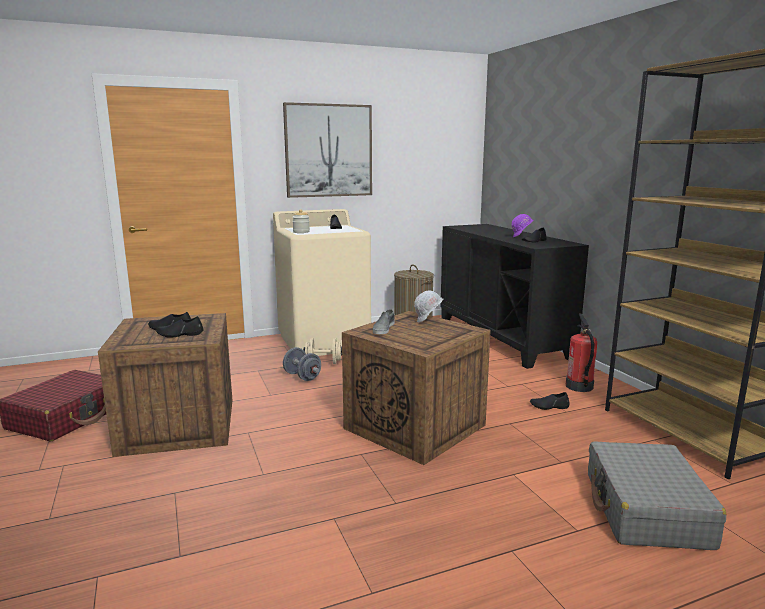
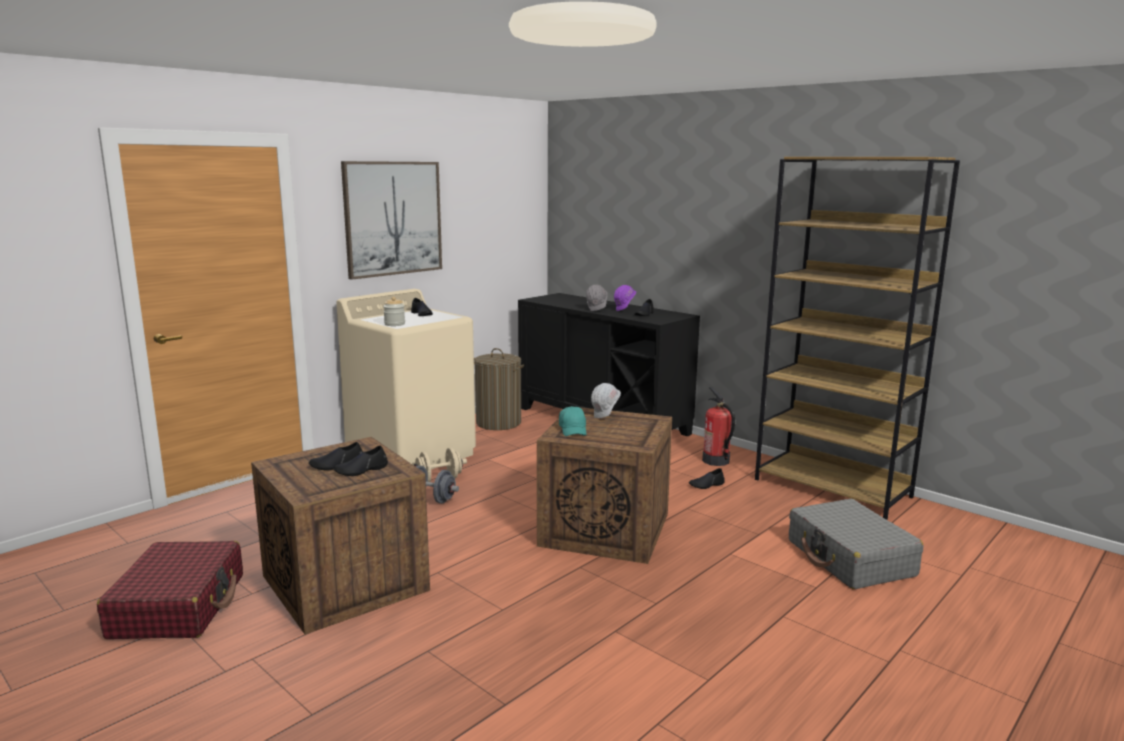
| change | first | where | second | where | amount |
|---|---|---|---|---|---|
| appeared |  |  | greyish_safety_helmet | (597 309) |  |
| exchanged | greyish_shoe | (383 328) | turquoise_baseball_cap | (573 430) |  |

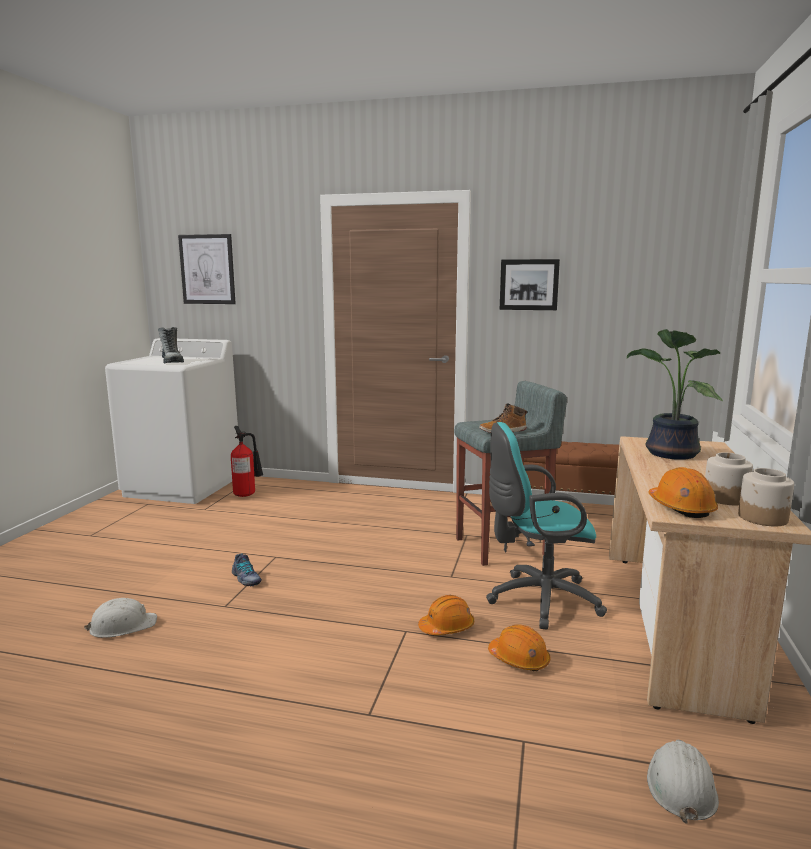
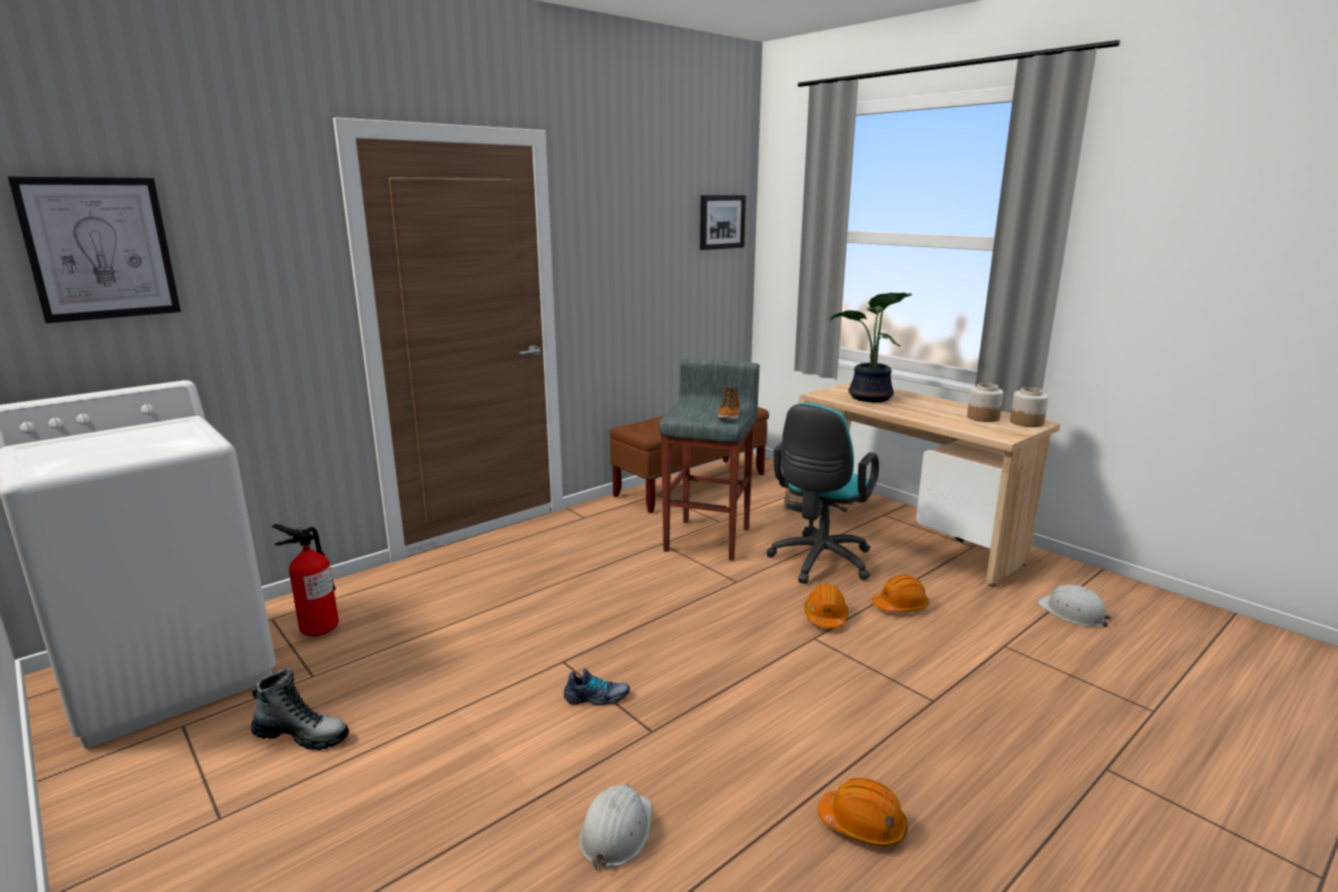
| change | first | where | second | where | amount |
|---|---|---|---|---|---|
| relocated | high-top_boot | (172 361) |  | (302 736) |  |
| relocated | wall_picture | (529 284) |  | (721 222) |  |
| relocated | orange-coloured_safety_helmet | (681 507) |  | (862 825) |  |

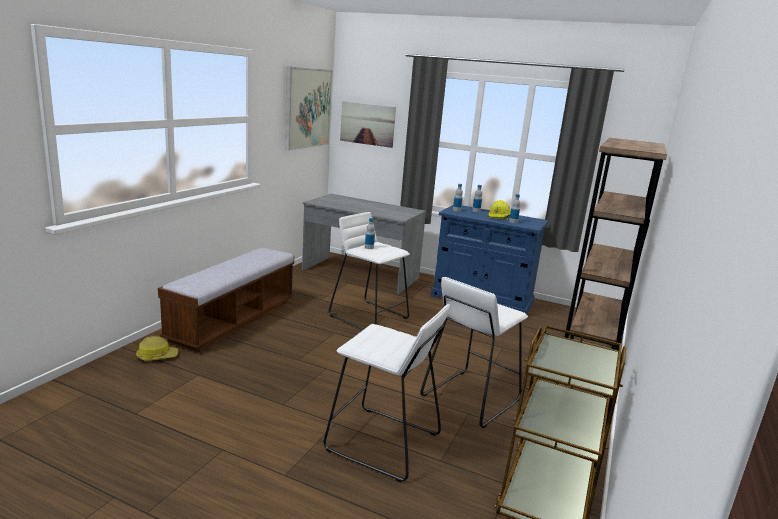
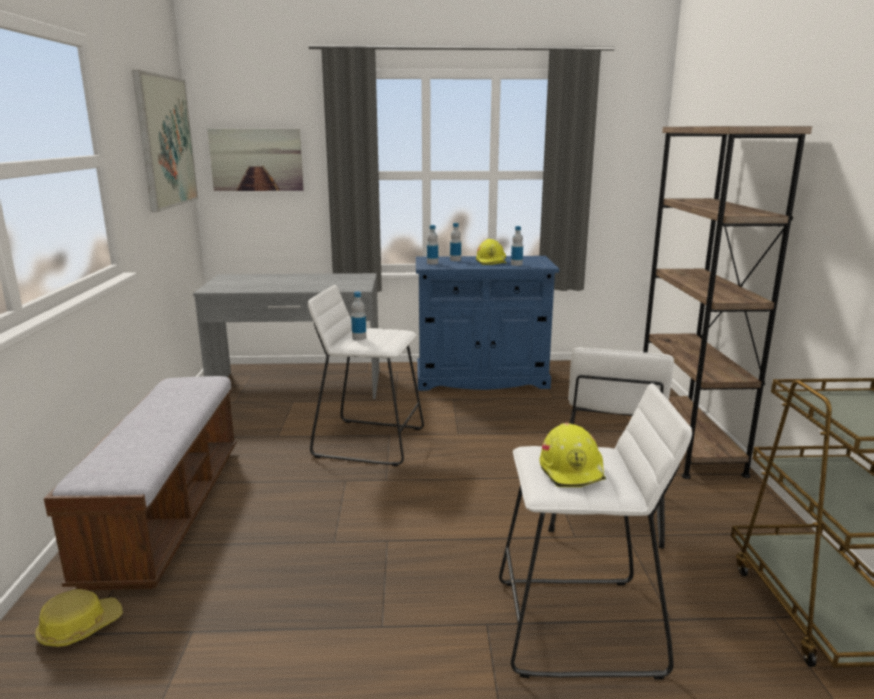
| change | first | where | second | where | amount |
|---|---|---|---|---|---|
| appeared |  |  | yellow_safety_helmet | (573 470) |  |

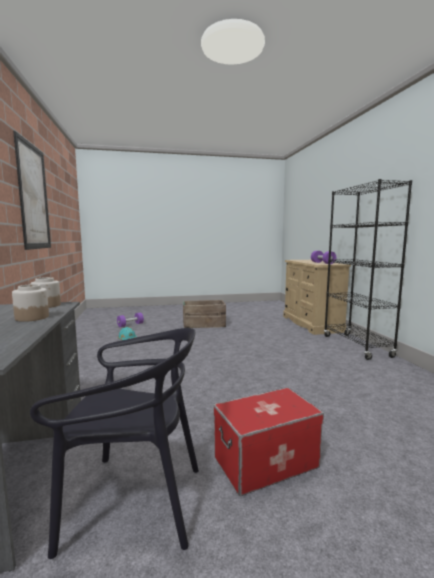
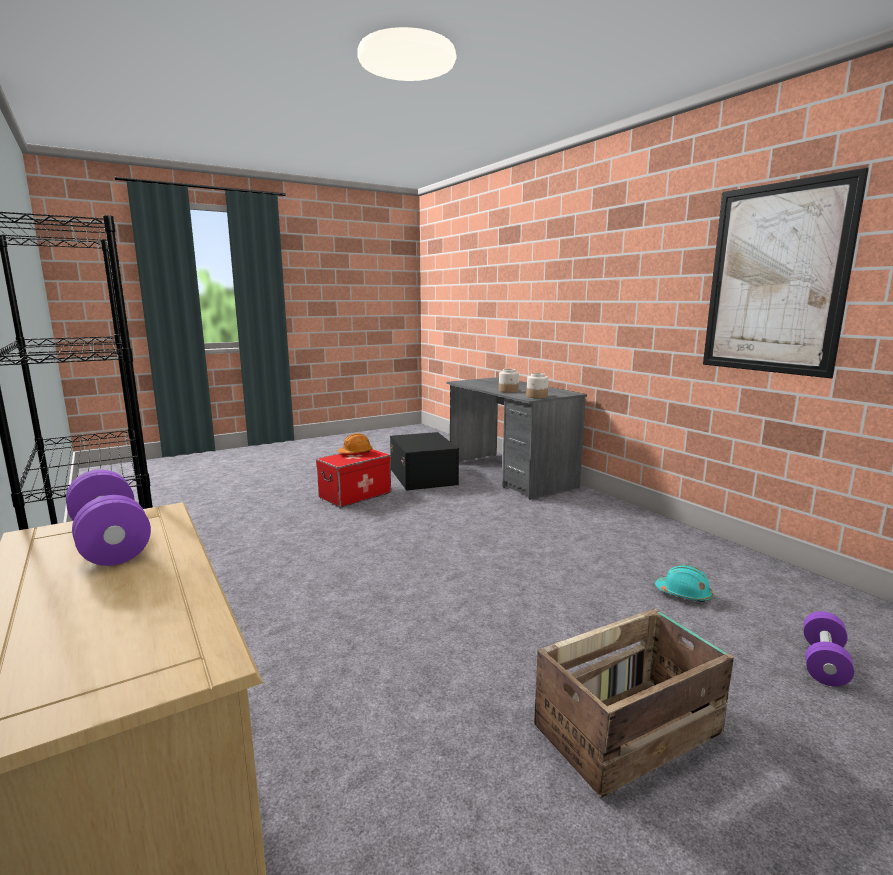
| change | first | where | second | where | amount |
|---|---|---|---|---|---|
| appeared |  |  | orange-coloured_safety_helmet | (355 453) |  |
| exchanged | blackish_plain_chair | (134 502) | blackish_storage_bin | (423 476) |  |

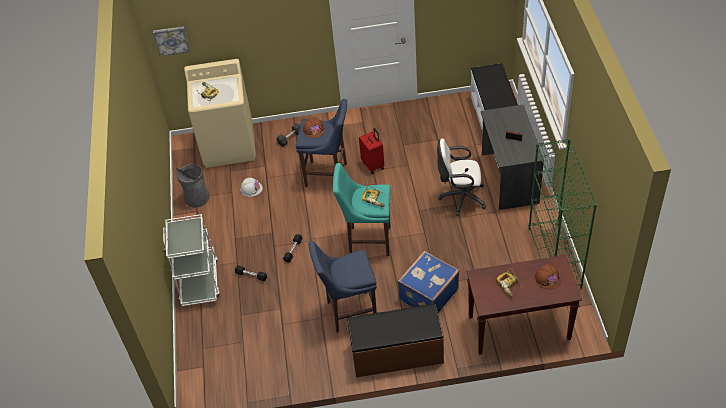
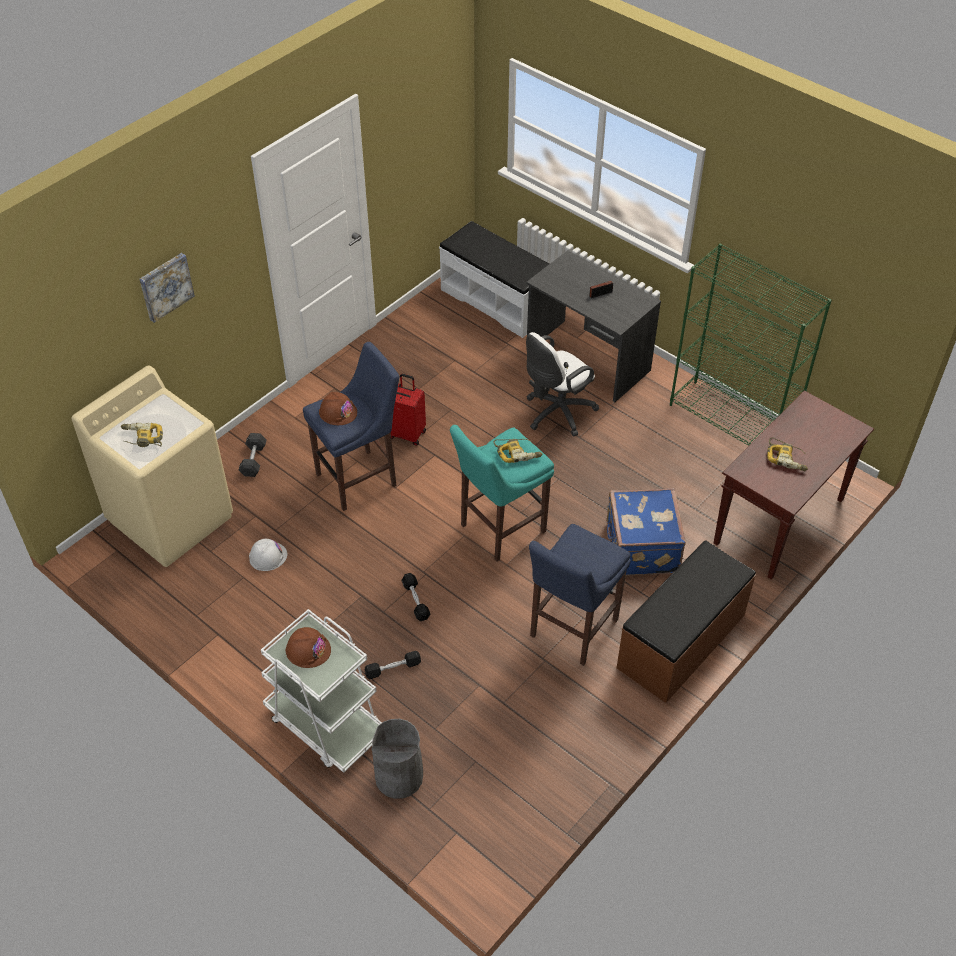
| change | first | where | second | where | amount |
|---|---|---|---|---|---|
| relocated | wall_picture | (171 40) |  | (165 286) |  |
| relocated | greyish_trash_can | (197 198) |  | (399 776) |  |
| relocated | brown_safety_helmet | (547 278) |  | (308 649) |  |

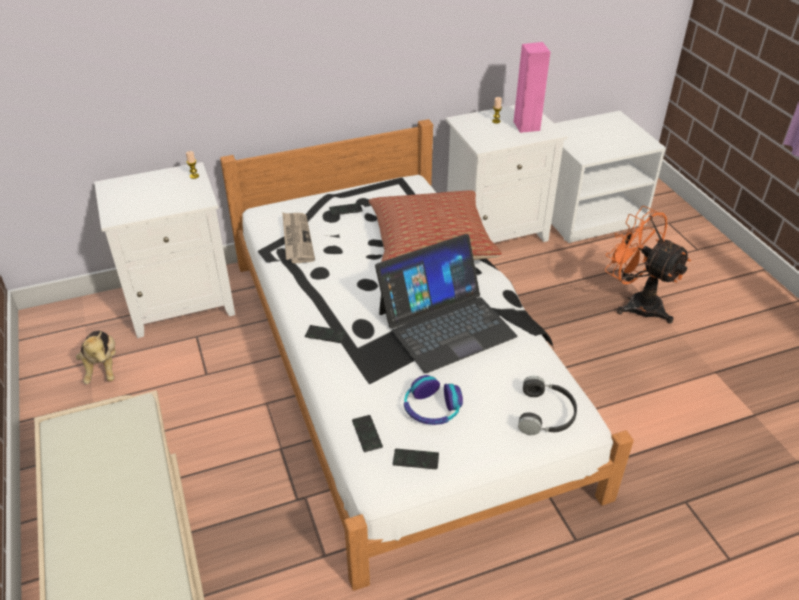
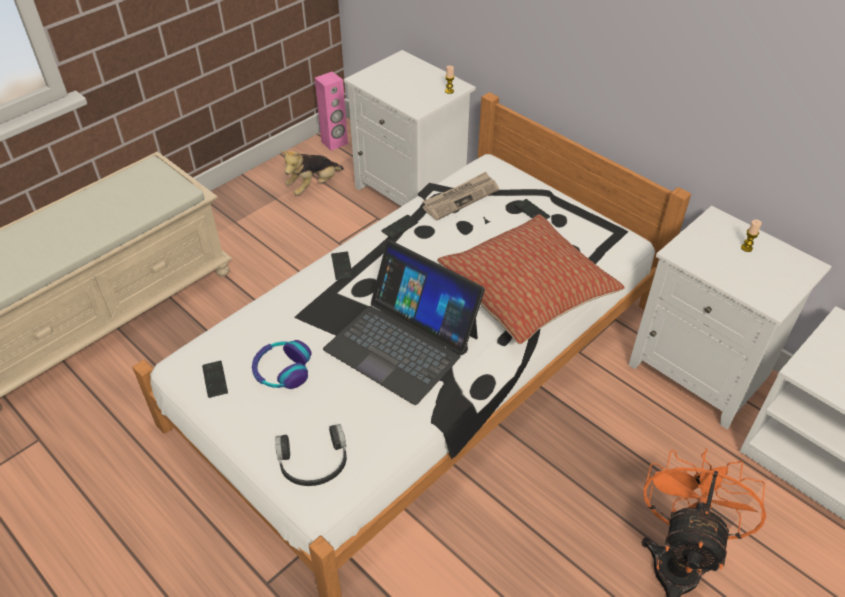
| change | first | where | second | where | amount |
|---|---|---|---|---|---|
| relocated | handset | (367 434) |  | (400 227) |  |
| relocated | pinkish_audio_speaker | (527 126) |  | (334 143) |  |

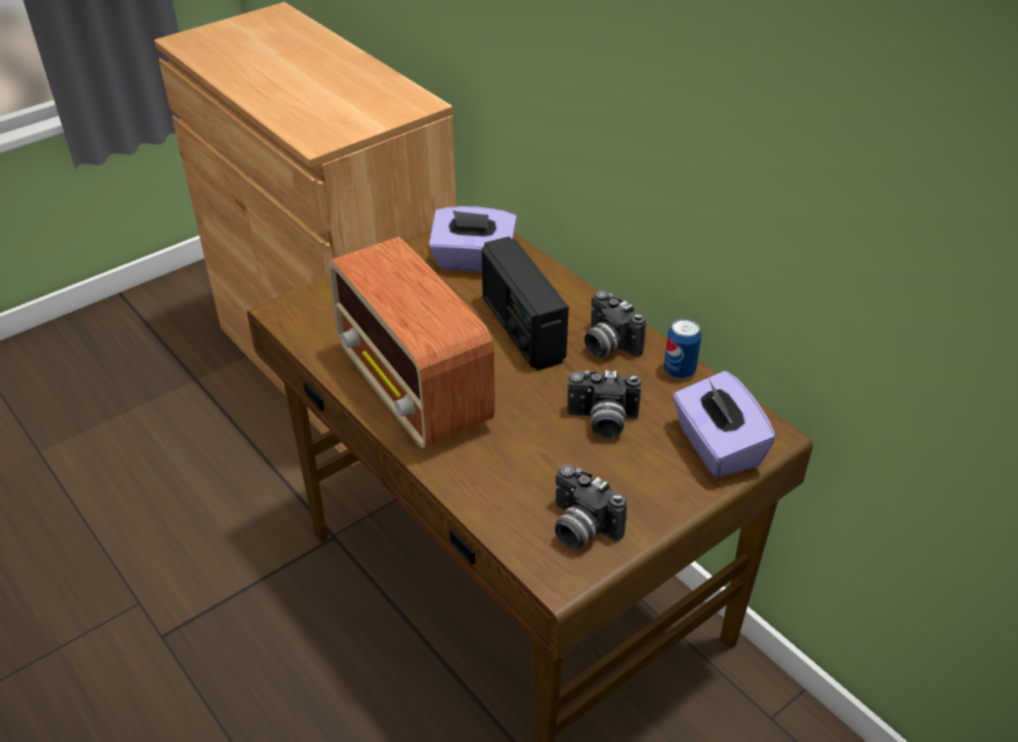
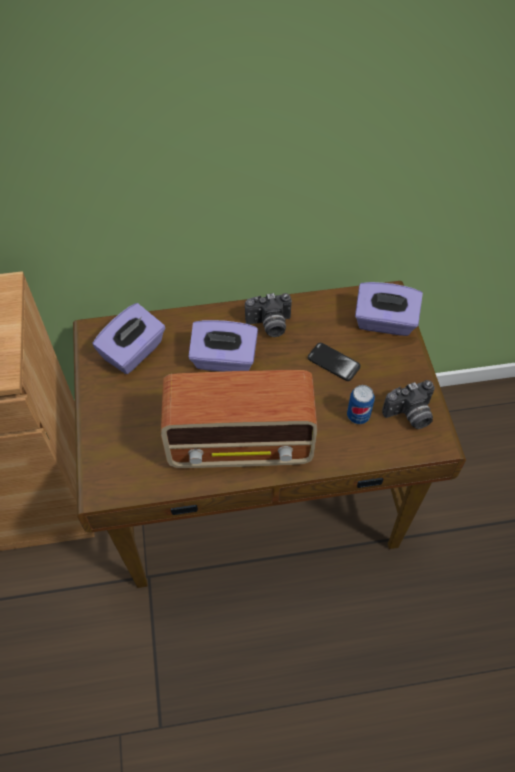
| change | first | where | second | where | amount |
|---|---|---|---|---|---|
| relocated | sealed_can | (679 371) |  | (358 416) |  |
| exchanged | radio_set | (521 329) | purple-coloured_box_of_tissues | (224 360) |  |
| exchanged | still_camera | (602 422) | handset | (333 362) |  |

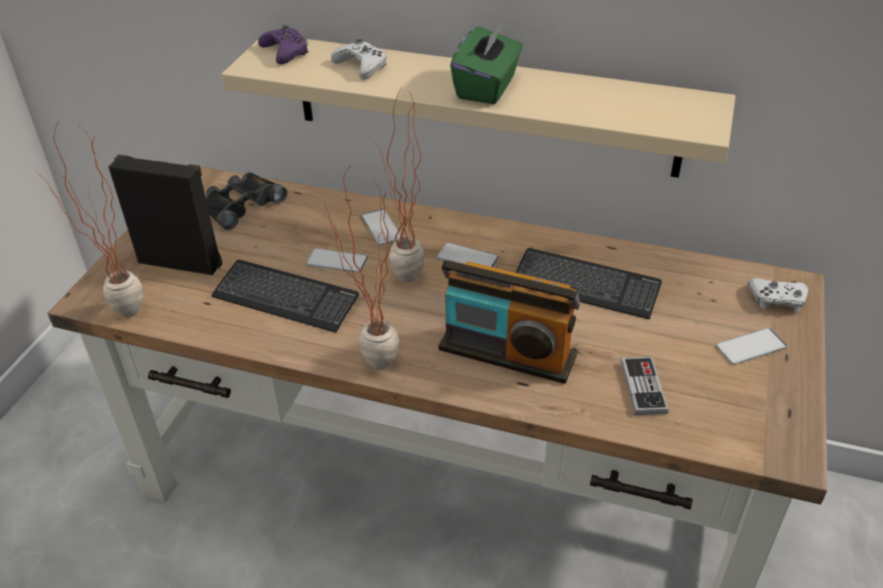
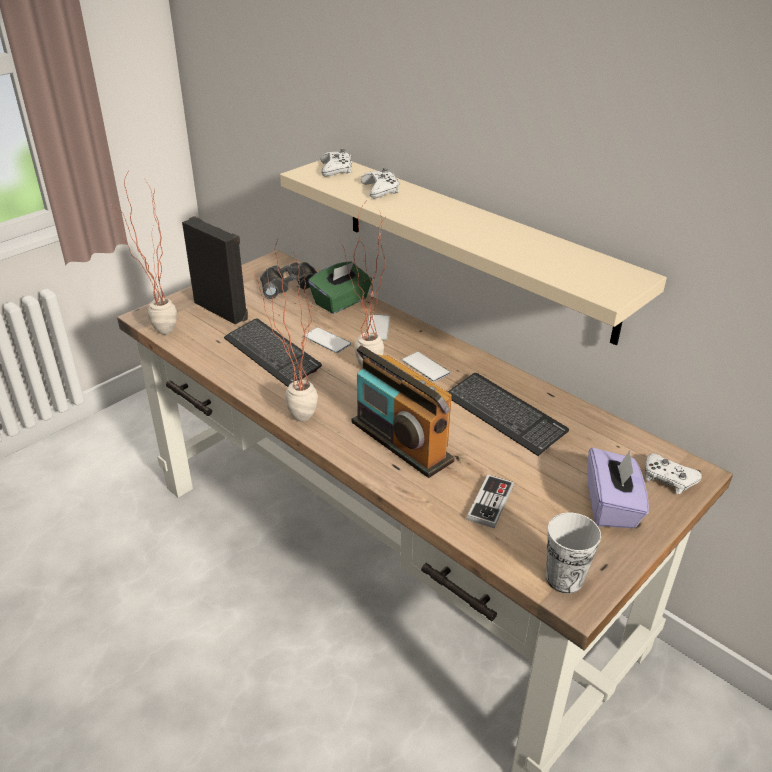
| change | first | where | second | where | amount |
|---|---|---|---|---|---|
| appeared |  |  | small_cup | (564 578) |  |
| relocated | green-coloured_box_of_tissues | (487 87) |  | (341 302) |  |
| exchanged | handset | (751 346) | purple-coloured_box_of_tissues | (611 506) |  |
| colour | purple-coloured_joypad | (285 52) | white_joypad | (336 169) |  |

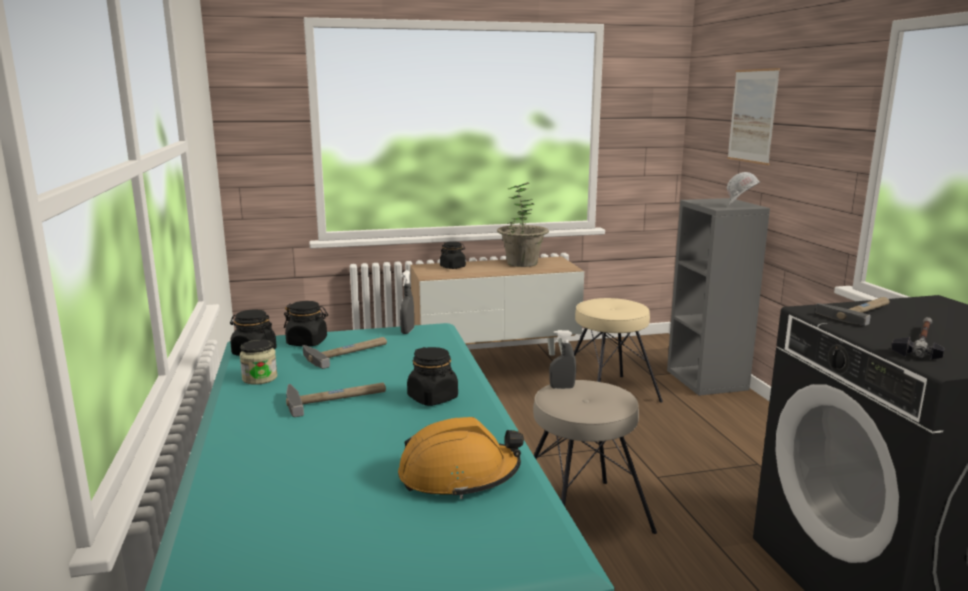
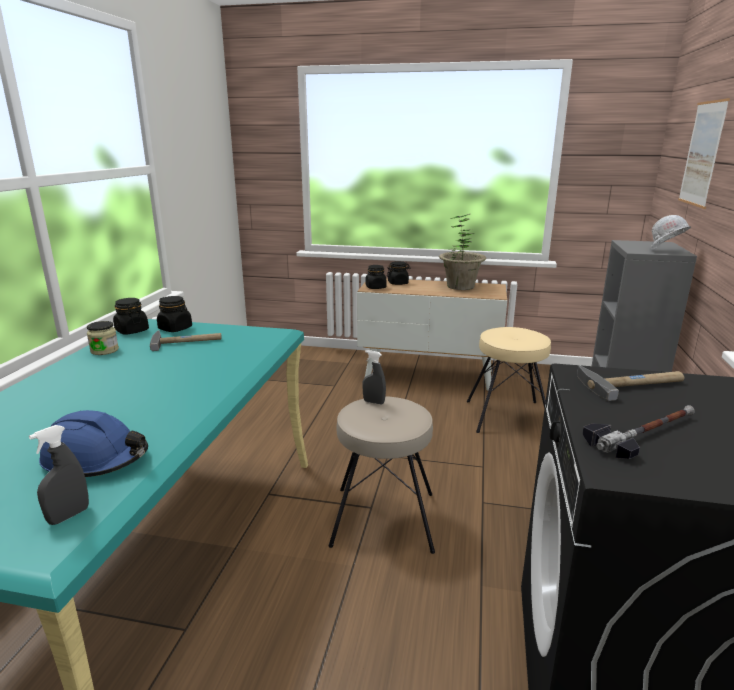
| change | first | where | second | where | amount |
|---|---|---|---|---|---|
| missing | tool_hammer | (336 398) |  |  |  |
| relocated | greyish_sprayer | (407 331) |  | (69 516) |  |
| relocated | blackish_preserve_jar | (433 398) |  | (375 287) |  |
| colour | orange-coloured_safety_helmet | (459 476) | blue_safety_helmet | (96 459) |  |

